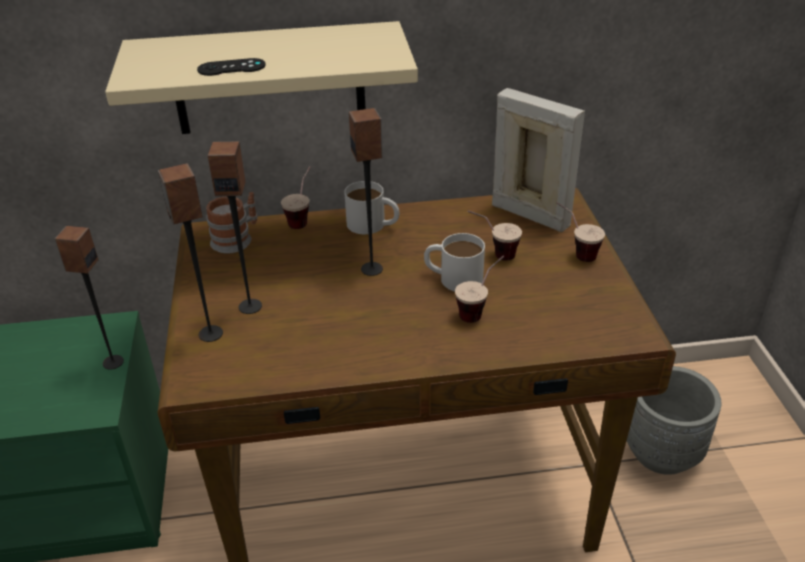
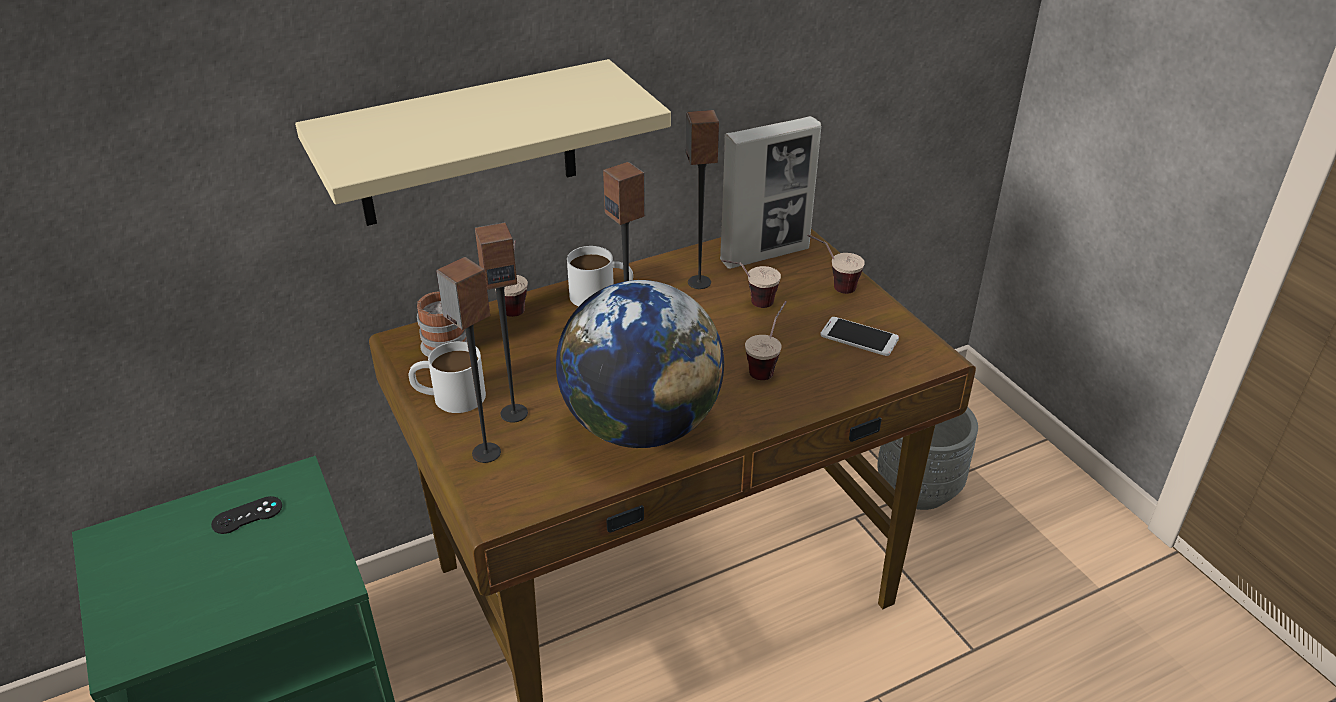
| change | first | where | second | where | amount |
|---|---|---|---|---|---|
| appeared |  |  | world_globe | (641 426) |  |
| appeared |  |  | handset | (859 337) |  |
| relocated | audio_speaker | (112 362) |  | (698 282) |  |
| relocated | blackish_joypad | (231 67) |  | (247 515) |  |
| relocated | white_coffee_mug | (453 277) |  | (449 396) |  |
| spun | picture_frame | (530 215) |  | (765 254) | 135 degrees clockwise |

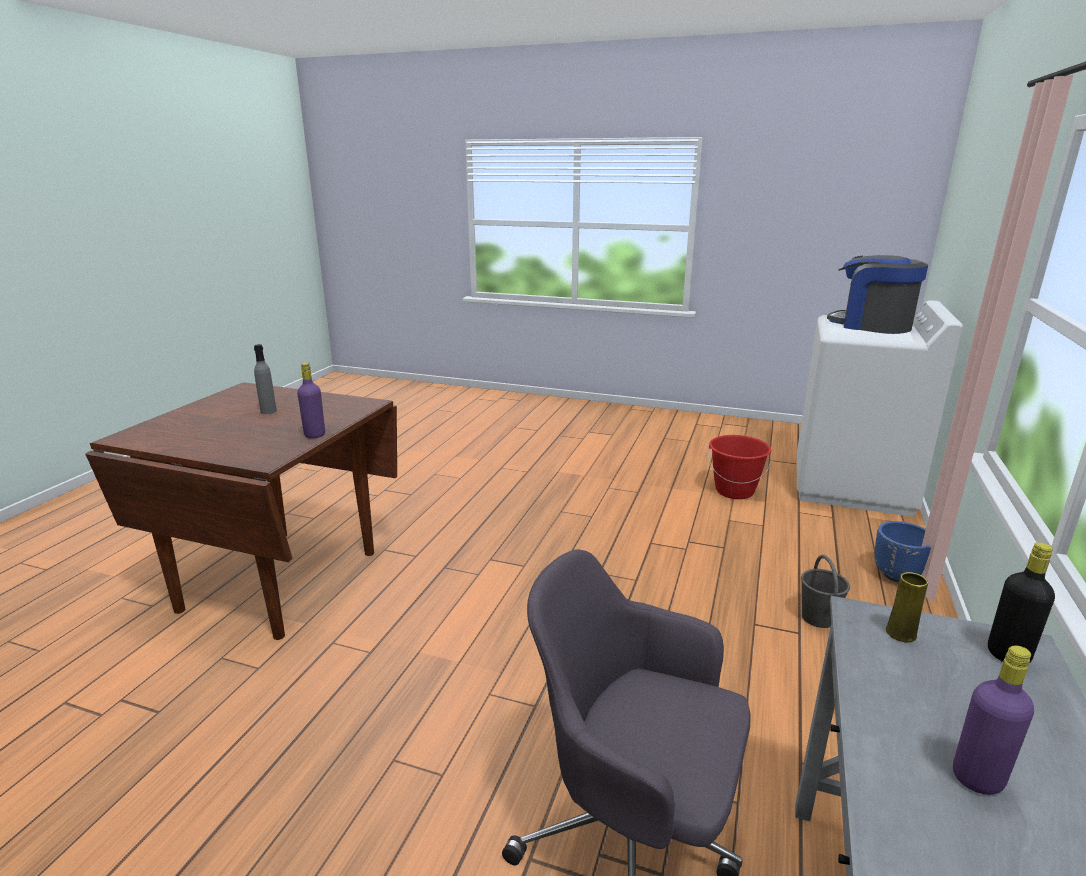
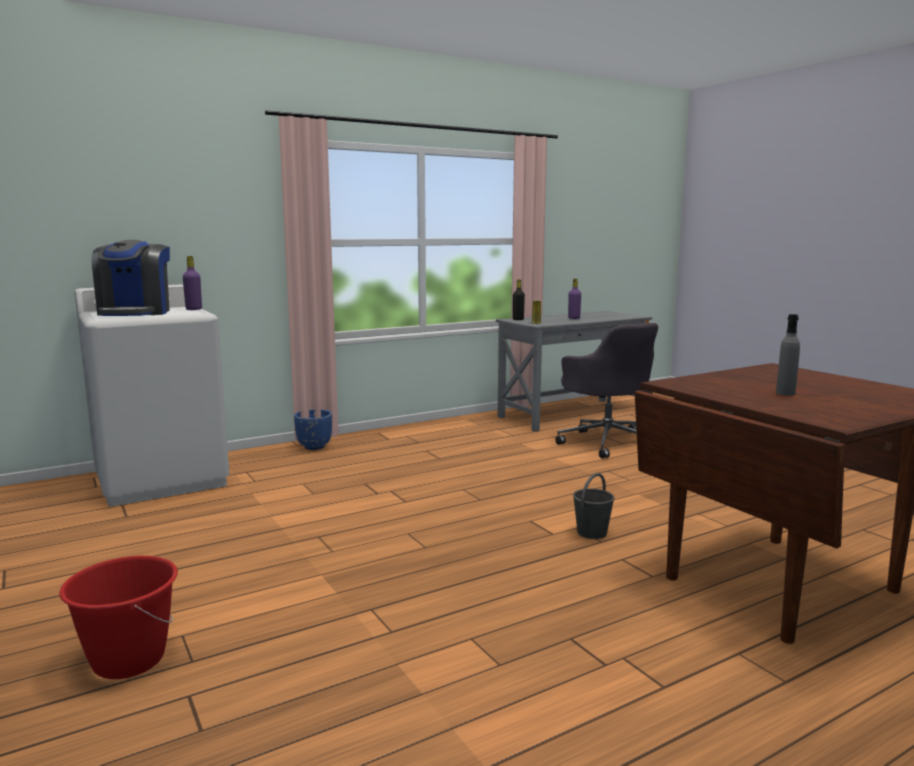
| change | first | where | second | where | amount |
|---|---|---|---|---|---|
| relocated | purple-coloured_drink_bottle | (315 435) |  | (194 309) |  |
| relocated | red_bucket | (734 491) |  | (128 660) |  |
| relocated | greyish_bucket | (818 618) |  | (592 532) |  |

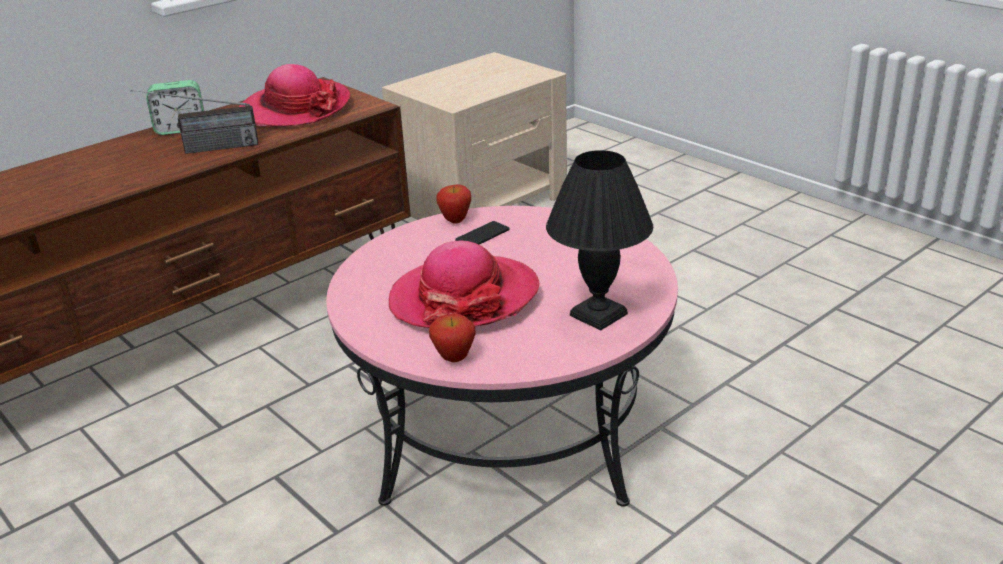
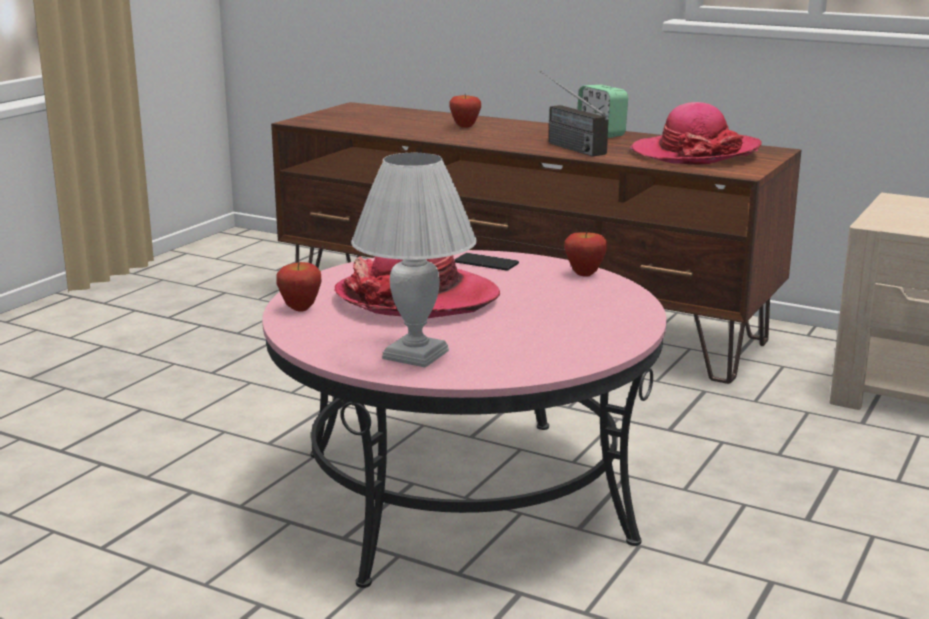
| change | first | where | second | where | amount |
|---|---|---|---|---|---|
| appeared |  |  | apple | (465 127) |  |
| relocated | handset | (482 235) |  | (486 263) |  |
| colour | blackish_lamp_for_a_table | (598 315) | white_lamp_for_a_table | (413 355) |  |

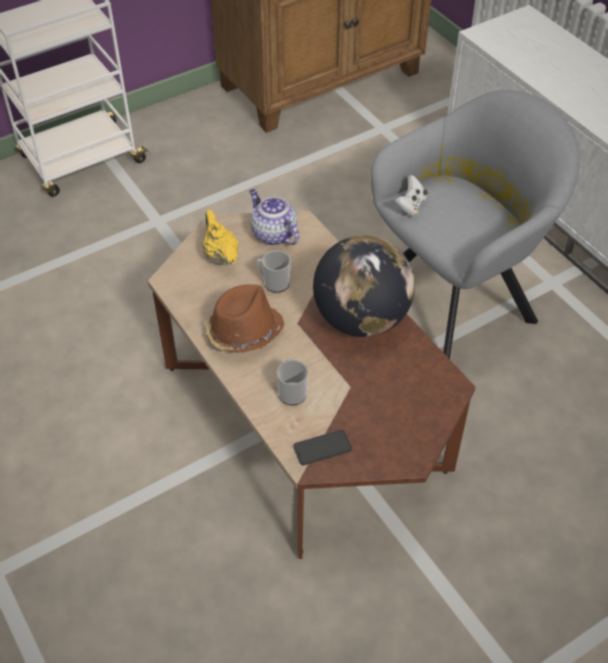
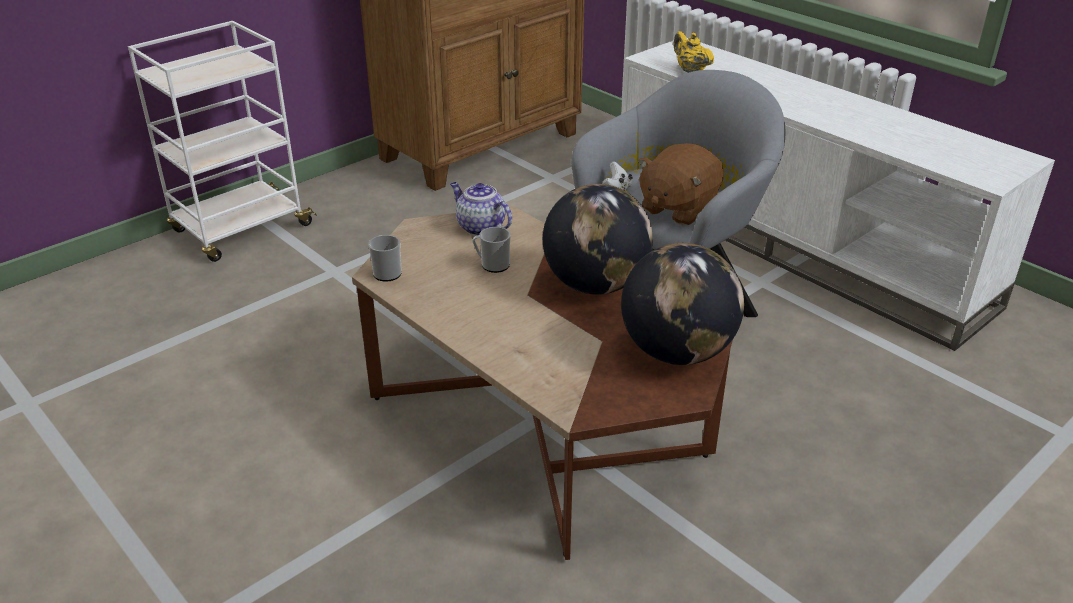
| change | first | where | second | where | amount |
|---|---|---|---|---|---|
| missing | brown_clothing_hat | (243 332) |  |  |  |
| missing | handset | (322 448) |  |  |  |
| appeared |  |  | world_globe | (677 352) |  |
| appeared |  |  | brown_plush_toy | (677 208) |  |
| relocated | yellow_pot_for_tea | (220 256) |  | (690 71) |  |
| relocated | coffee_mug | (292 391) |  | (386 272) |  |

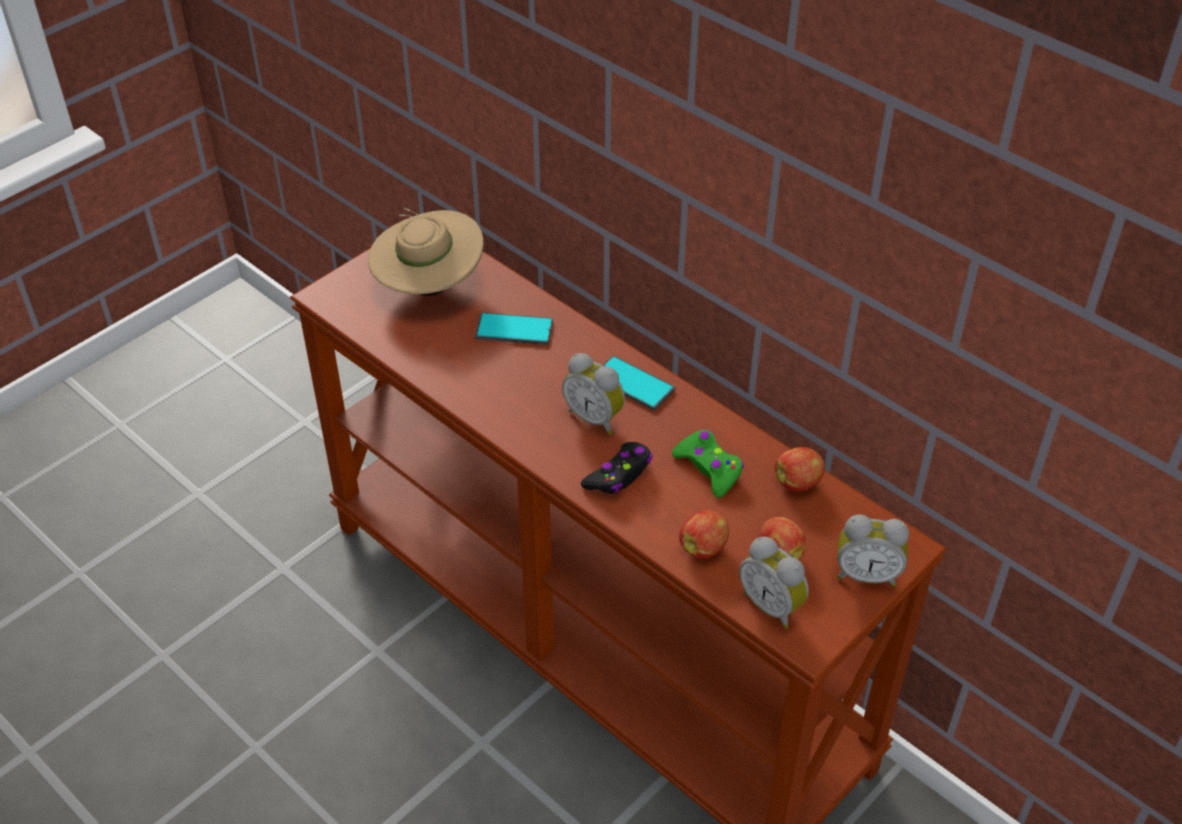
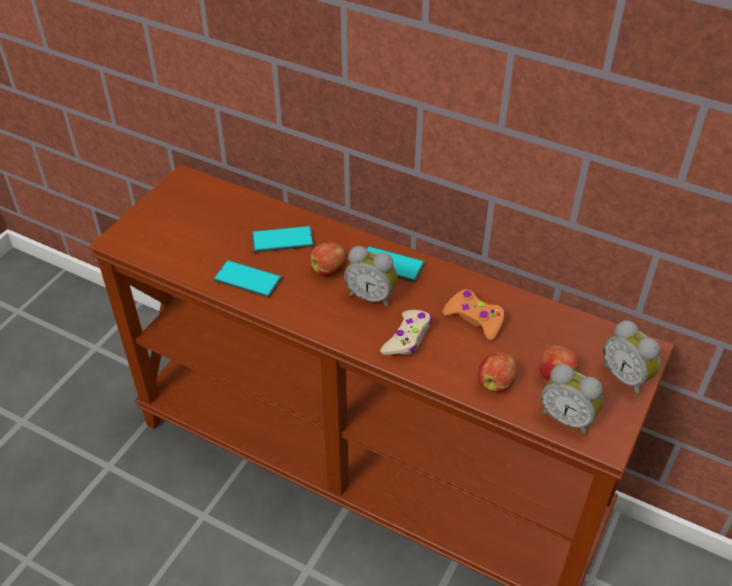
| change | first | where | second | where | amount |
|---|---|---|---|---|---|
| missing | beige_clothing_hat | (429 286) |  |  |  |
| appeared |  |  | handset | (248 279) |  |
| relocated | apple | (798 483) |  | (329 270) |  |
| colour | blackish_joypad | (619 475) | beige_joypad | (407 338) |  |
| colour | green-coloured_joypad | (709 468) | orange-coloured_joypad | (475 319) |  |
| spun | alarm_clock | (866 574) |  | (626 377) | 60 degrees clockwise |

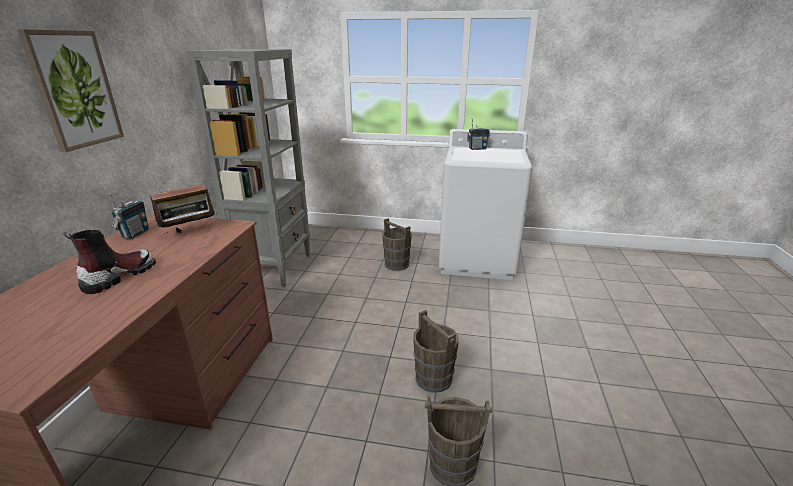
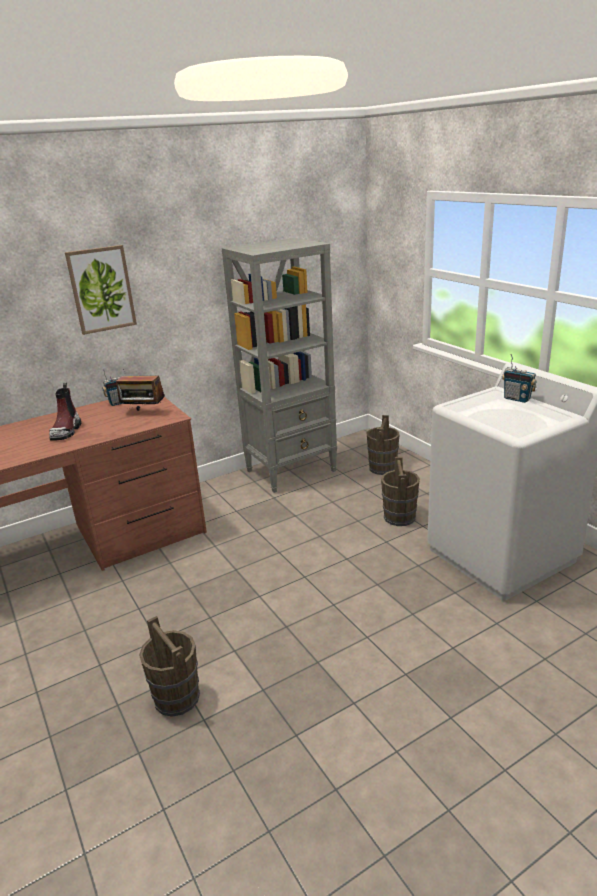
| change | first | where | second | where | amount |
|---|---|---|---|---|---|
| relocated | brown_bucket | (433 378) |  | (383 468) |  |
| spun | high-top_boot | (119 276) |  | (66 431) | 105 degrees clockwise |

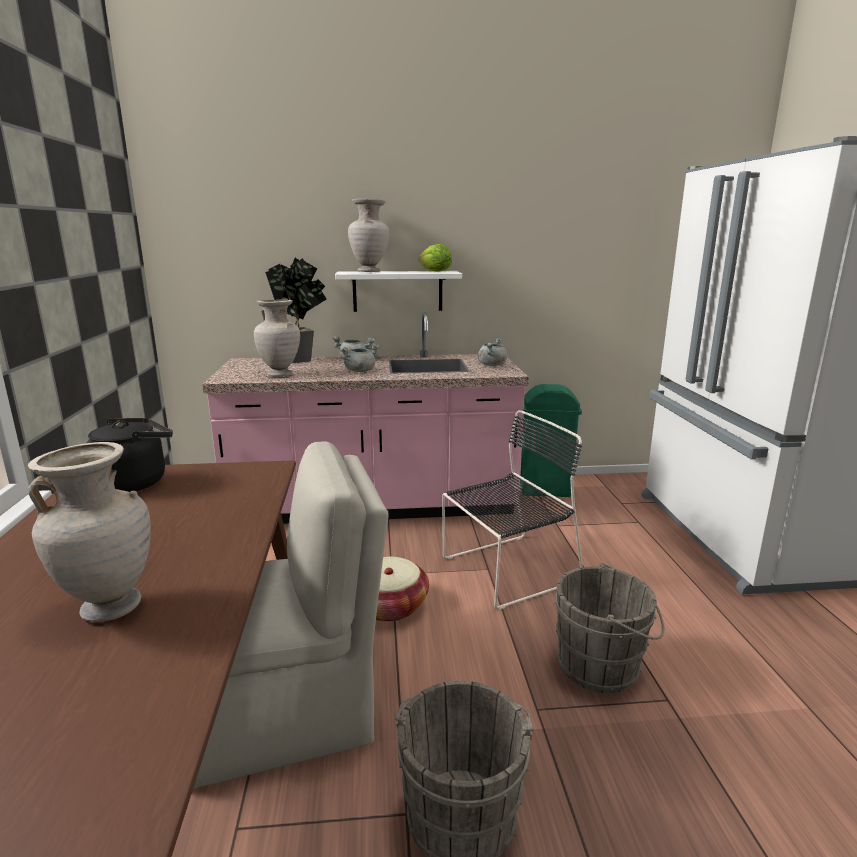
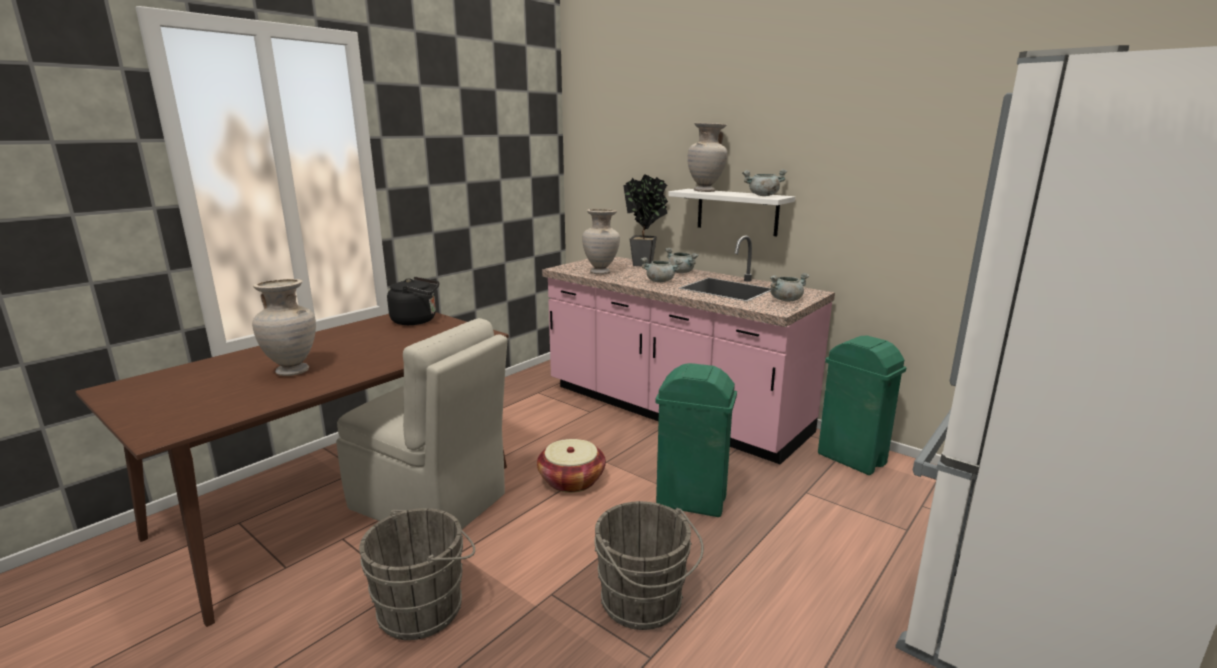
| change | first | where | second | where | amount |
|---|---|---|---|---|---|
| exchanged | head_of_lettuce | (435 271) | greyish_saucepot | (763 195) |  |
| exchanged | blackish_plain_chair | (506 571) | green-coloured_trash_can | (692 502) |  |

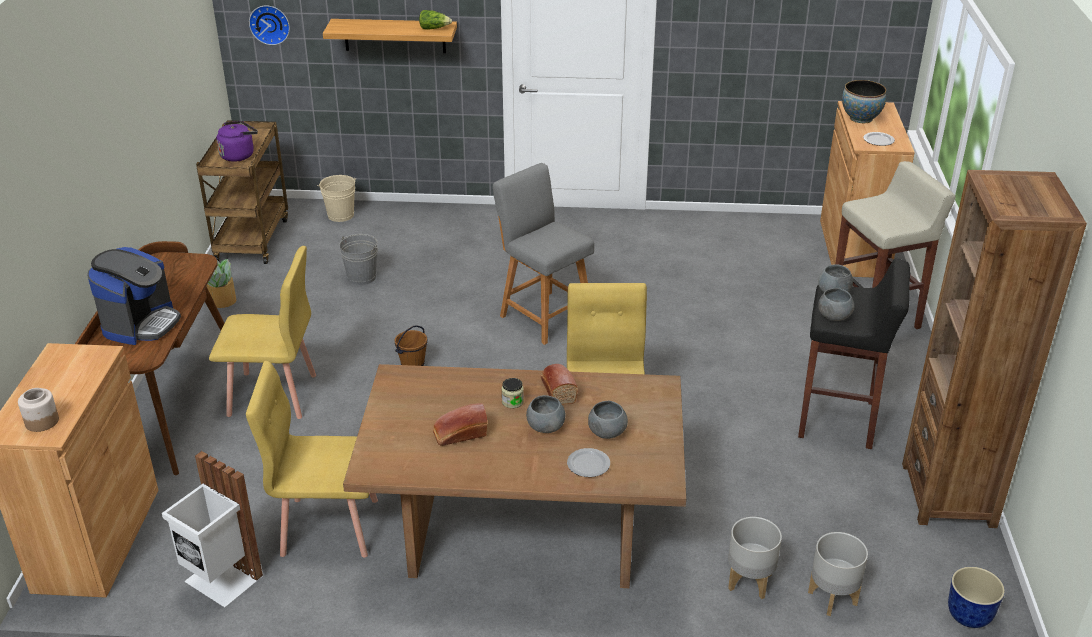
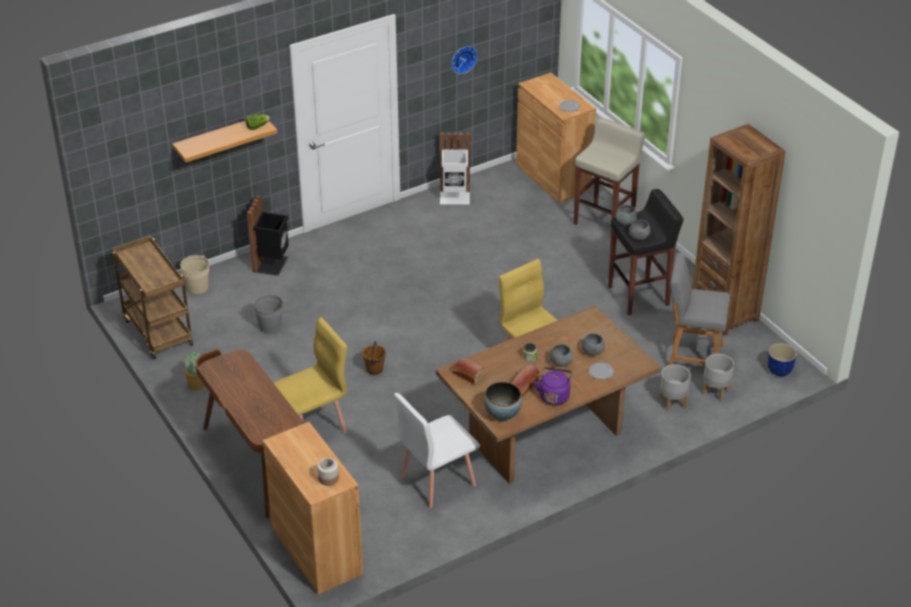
| change | first | where | second | where | amount |
|---|---|---|---|---|---|
| missing | coffee_machine | (141 324) |  |  |  |
| appeared |  |  | blackish_trash_can | (272 264) |  |
| relocated | white_trash_can | (221 581) |  | (455 197) |  |
| relocated | purple-coloured_tea_kettle | (239 155) |  | (554 396) |  |
| relocated | hanging_clock | (270 24) |  | (463 59) |  |
| relocated | greyish_sitting_stool | (543 315) |  | (691 357) |  |
| relocated | bakery_bread | (557 390) |  | (467 375) |  |
| relocated | deep_dish | (860 118) |  | (502 414) |  |
| colour | yellow_plain_chair | (328 526) | white_plain_chair | (437 480) |  |

